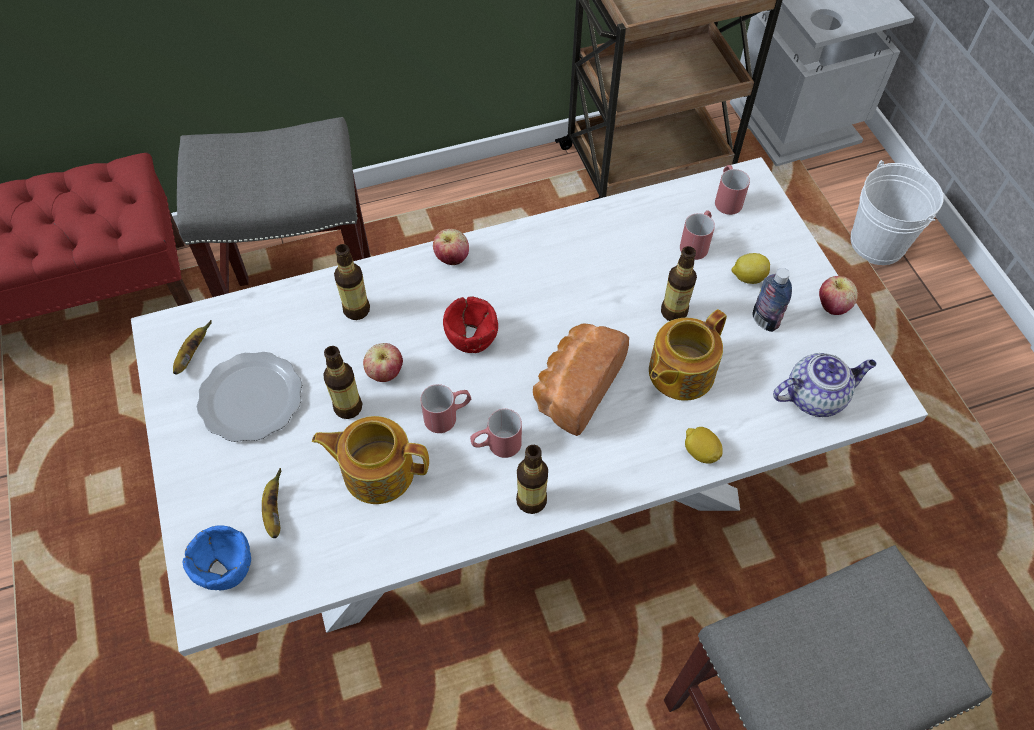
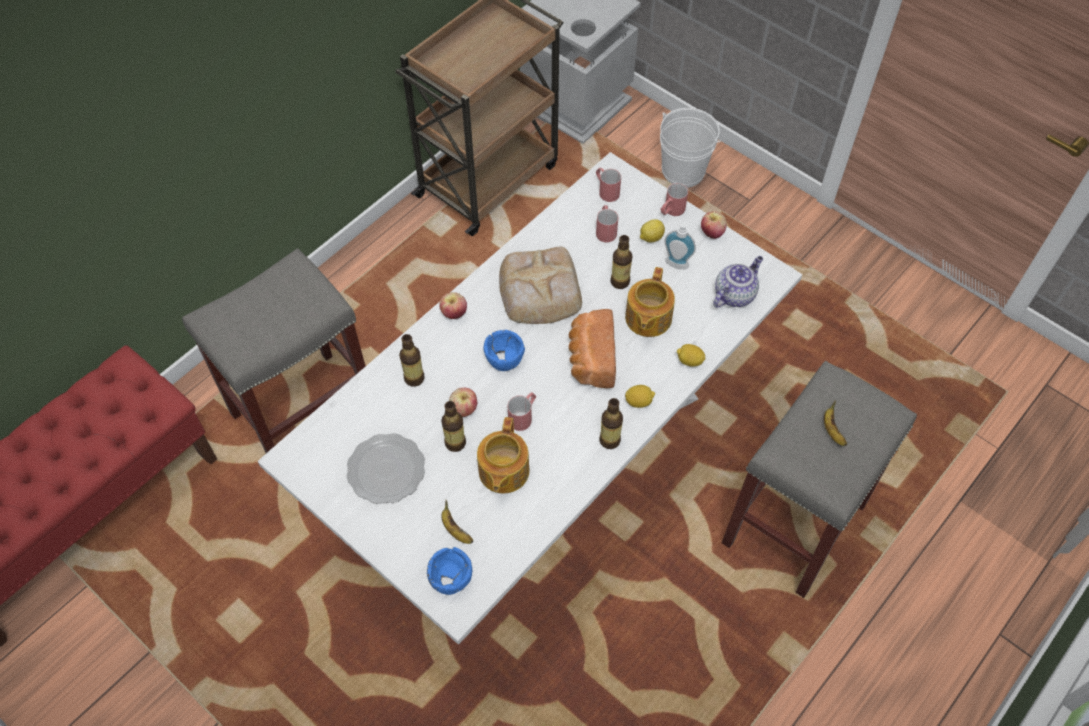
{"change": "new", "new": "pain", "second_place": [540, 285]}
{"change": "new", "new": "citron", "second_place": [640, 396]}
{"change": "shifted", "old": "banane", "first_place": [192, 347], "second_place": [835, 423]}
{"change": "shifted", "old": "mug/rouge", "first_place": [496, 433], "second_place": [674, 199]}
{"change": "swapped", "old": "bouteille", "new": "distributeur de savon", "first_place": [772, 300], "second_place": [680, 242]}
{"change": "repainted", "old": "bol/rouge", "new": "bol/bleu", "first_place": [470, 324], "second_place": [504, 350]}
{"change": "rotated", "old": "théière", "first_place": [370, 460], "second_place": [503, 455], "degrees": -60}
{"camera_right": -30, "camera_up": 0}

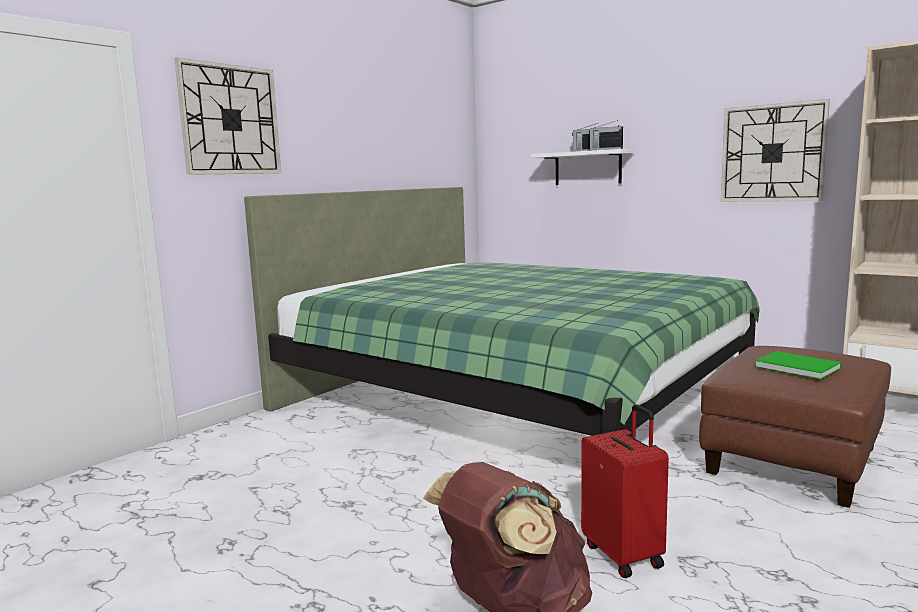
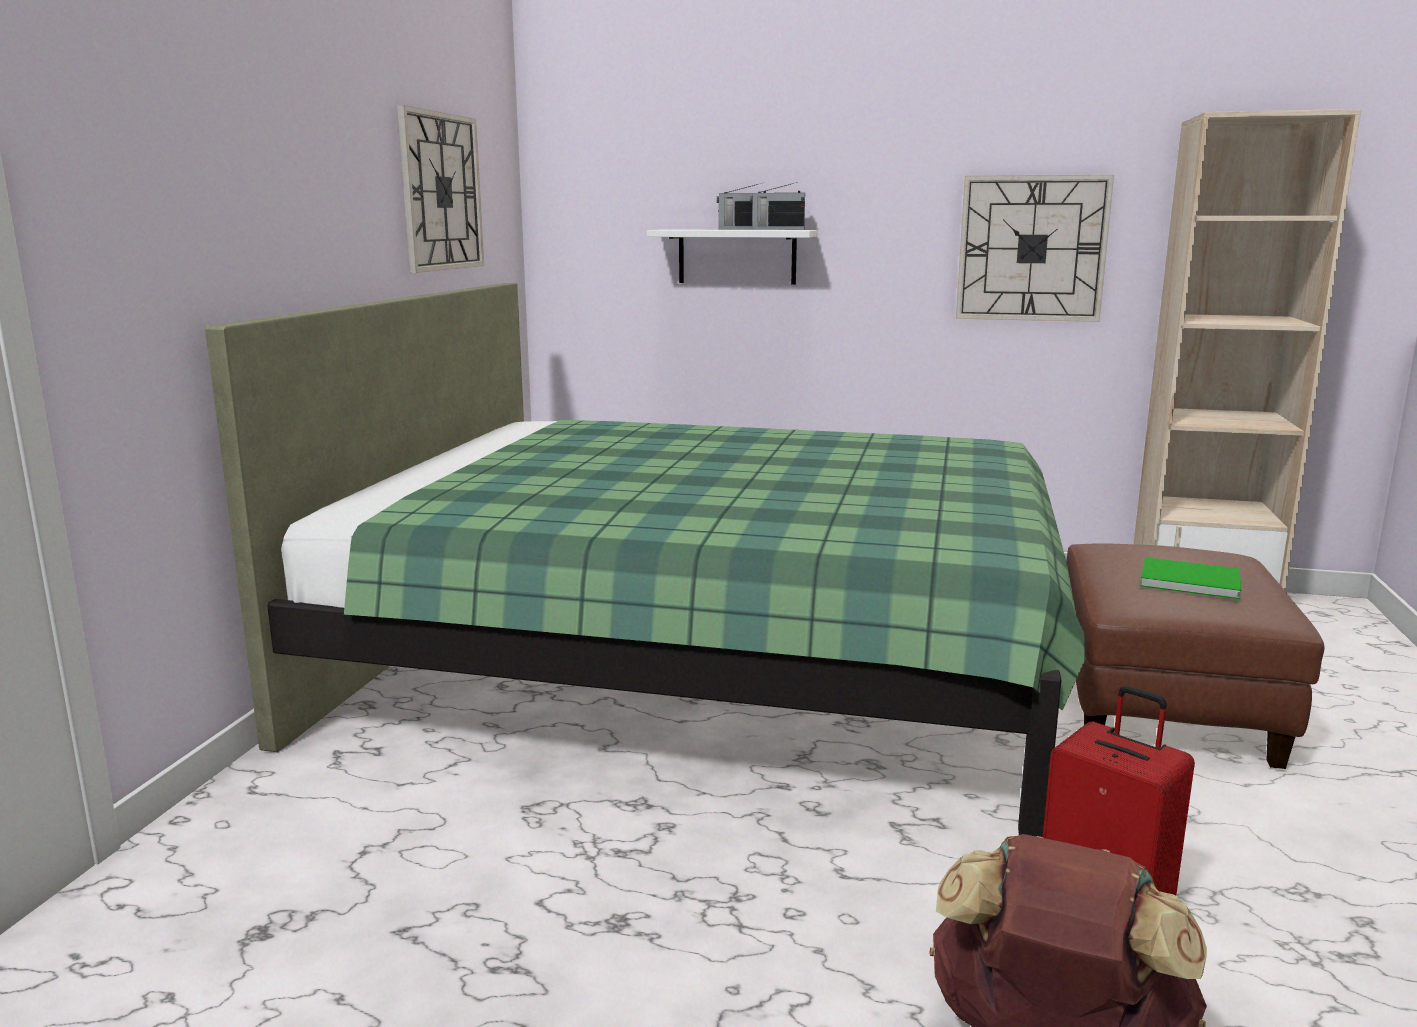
{"change": "shifted", "old": "horloge murale", "first_place": [227, 116], "second_place": [440, 189]}
{"camera_right": -25, "camera_up": 5}

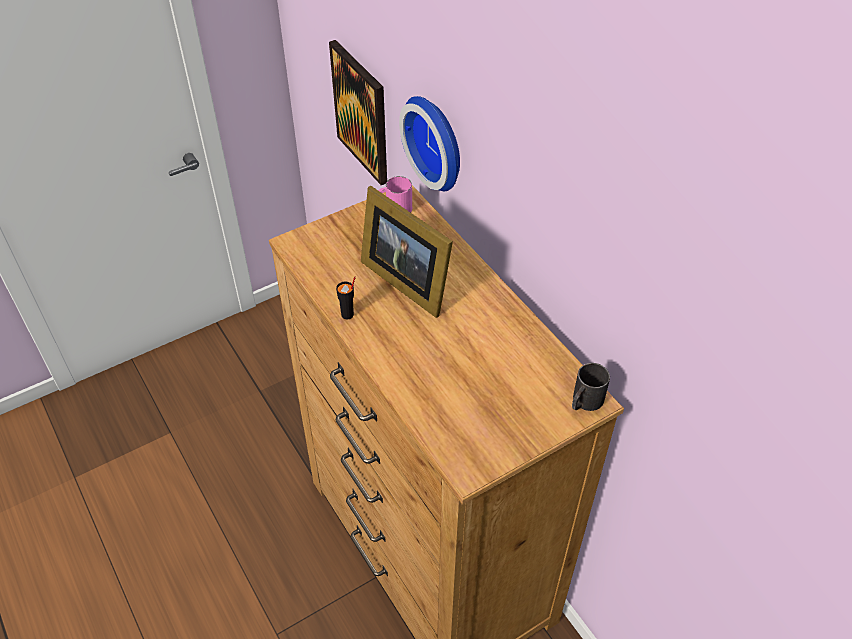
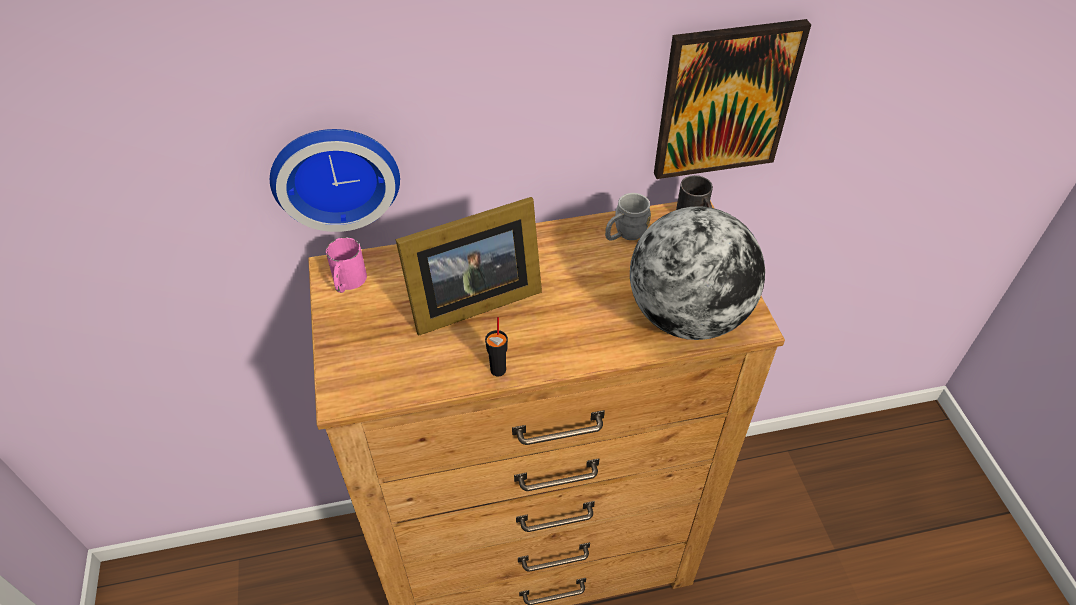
{"change": "new", "new": "mug/gris", "second_place": [628, 217]}
{"change": "new", "new": "globe", "second_place": [697, 273]}
{"change": "shifted", "old": "tableau", "first_place": [358, 112], "second_place": [732, 99]}
{"camera_right": -70, "camera_up": 0}

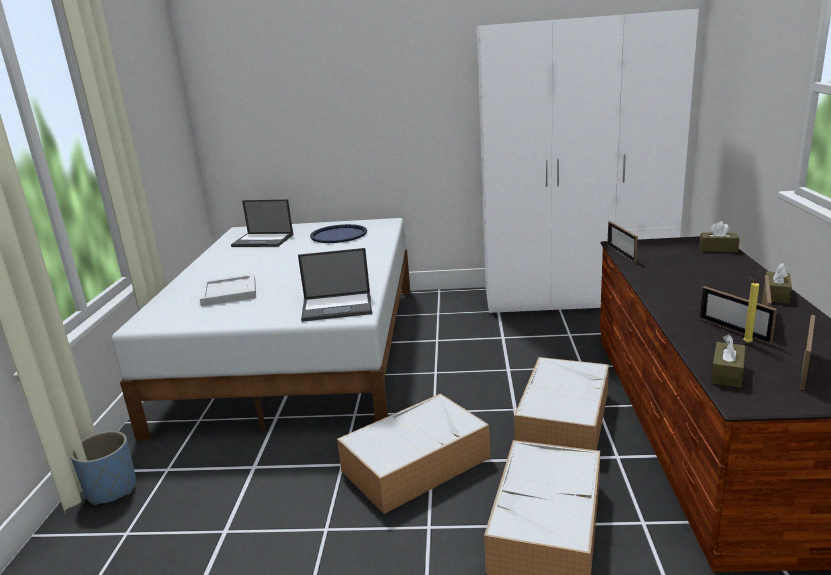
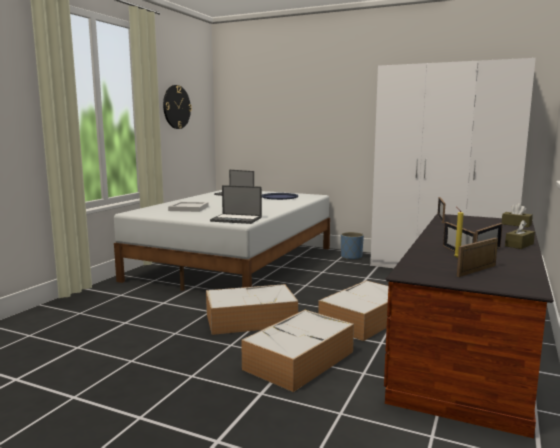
{"change": "gone", "old": "boîte à mouchoirs/marron", "first_place": [728, 361]}
{"change": "new", "new": "horloge murale", "second_place": [177, 107]}
{"change": "shifted", "old": "cache-pot/bleu", "first_place": [103, 468], "second_place": [352, 246]}
{"camera_right": 20, "camera_up": -10}

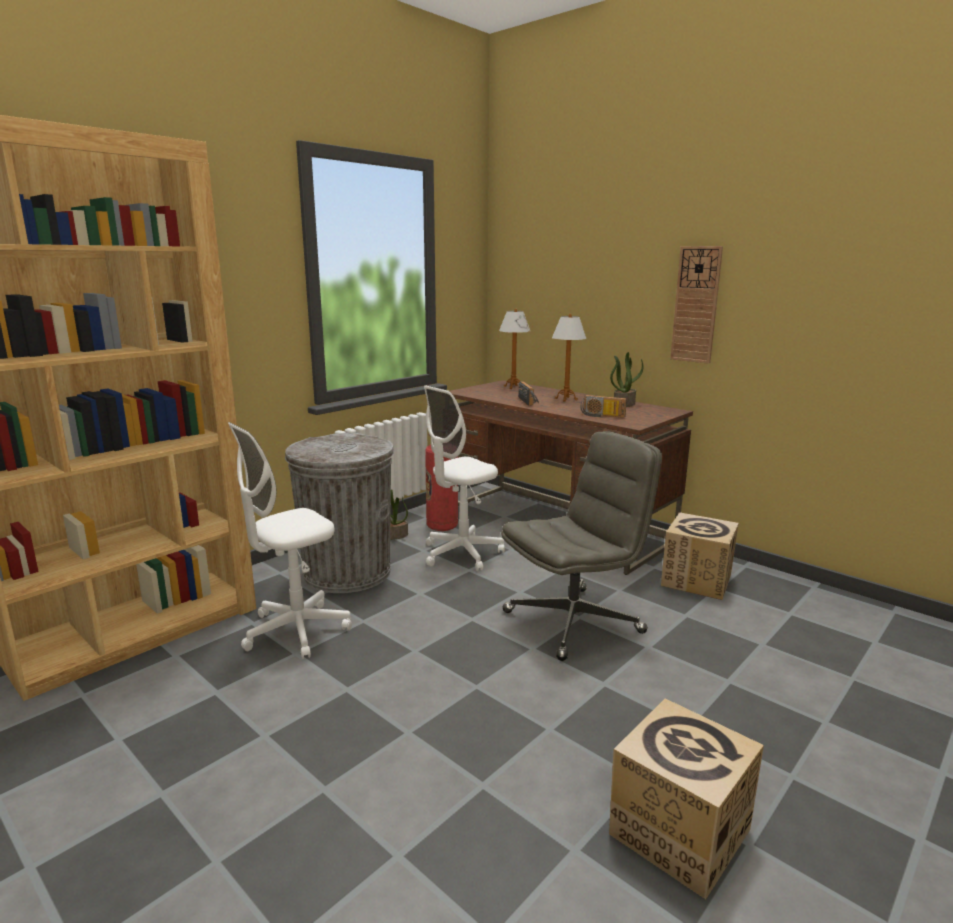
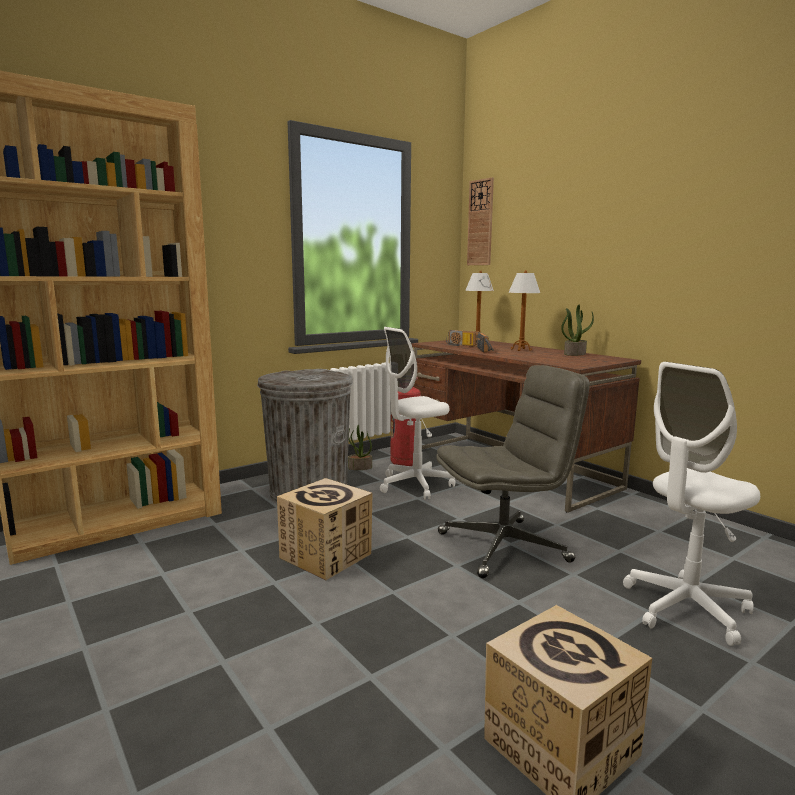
{"change": "shifted", "old": "chaise de bureau/blanc", "first_place": [290, 540], "second_place": [691, 504]}
{"change": "shifted", "old": "radio", "first_place": [603, 406], "second_place": [463, 338]}
{"change": "shifted", "old": "carton", "first_place": [700, 556], "second_place": [324, 529]}
{"change": "shifted", "old": "horloge murale", "first_place": [696, 305], "second_place": [480, 221]}
{"camera_right": 10, "camera_up": -5}

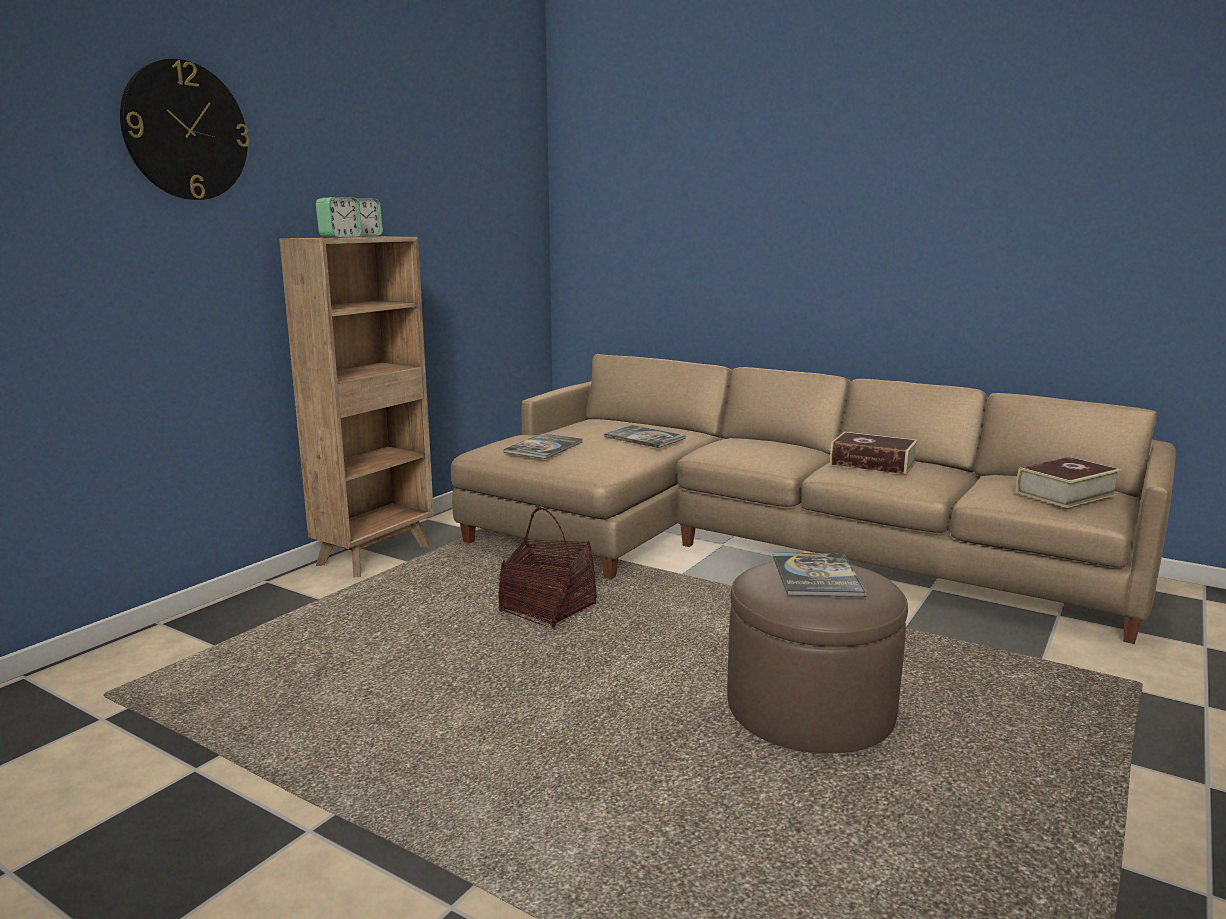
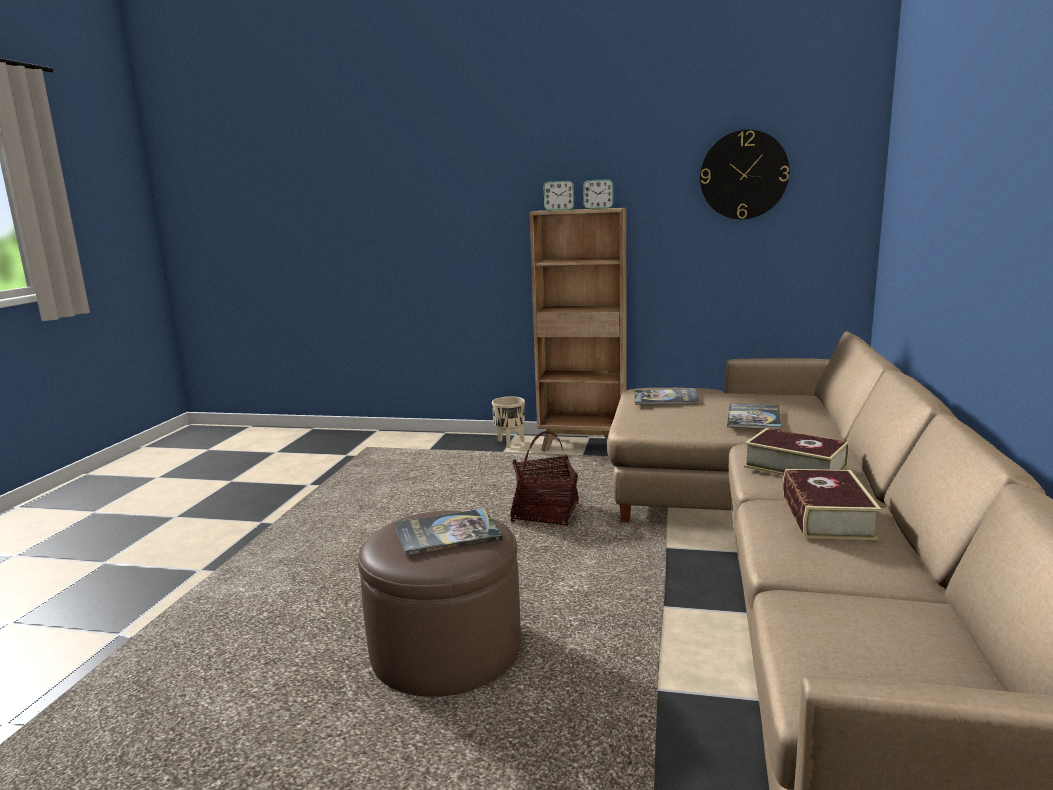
{"change": "new", "new": "cache-pot/beige", "second_place": [508, 422]}
{"change": "shifted", "old": "horloge murale", "first_place": [184, 129], "second_place": [745, 174]}
{"change": "shifted", "old": "livre", "first_place": [1069, 482], "second_place": [796, 452]}
{"camera_right": 70, "camera_up": 0}

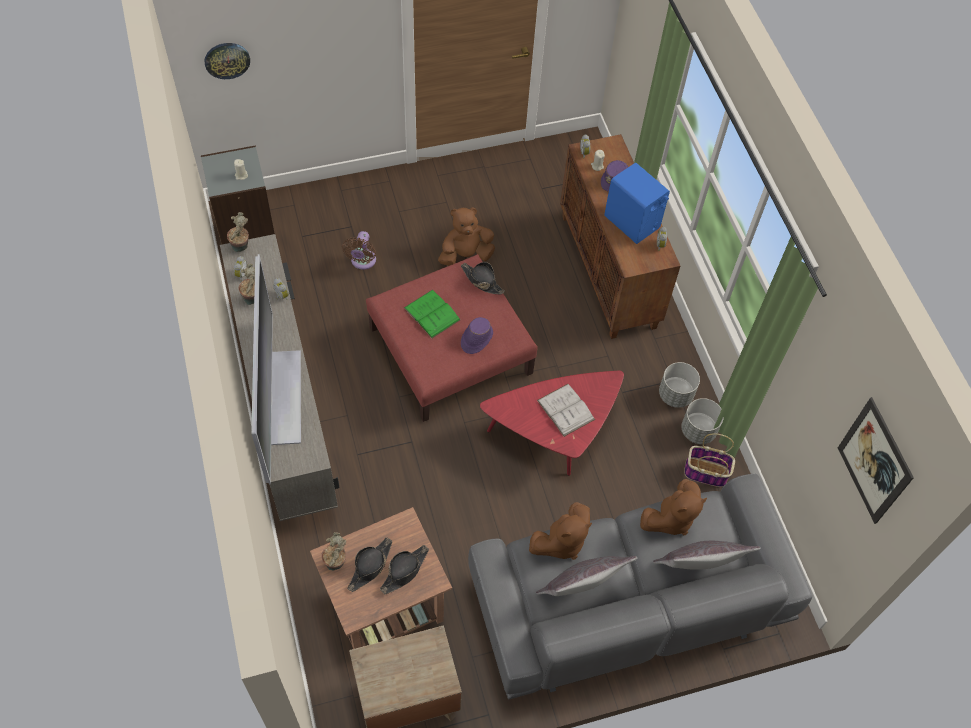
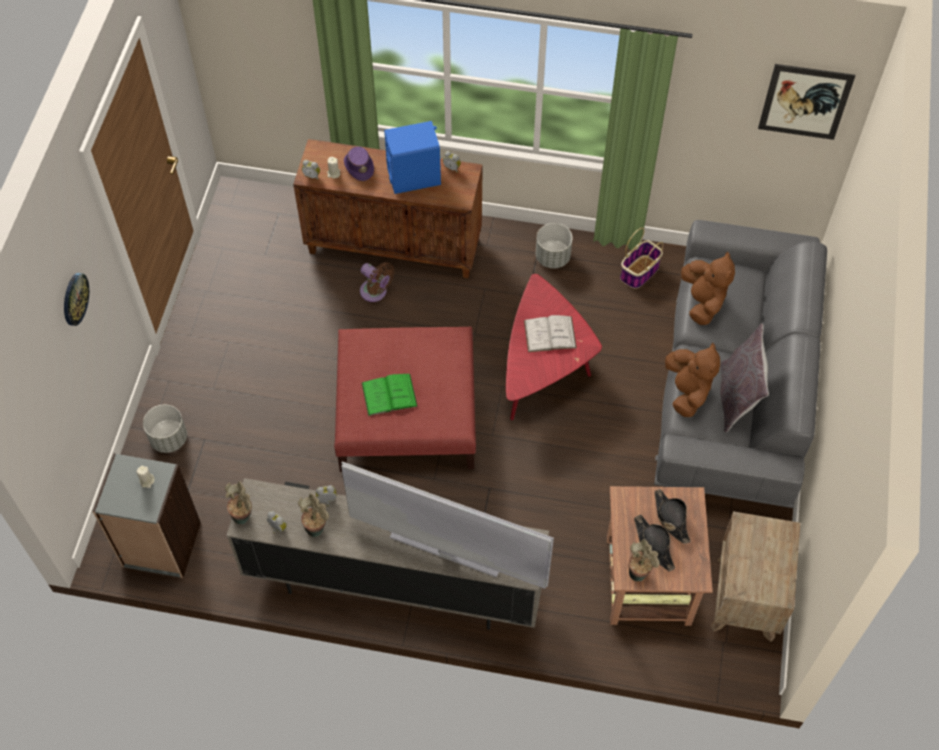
{"change": "gone", "old": "peluche/marron", "first_place": [466, 236]}
{"change": "gone", "old": "chapeau/noir", "first_place": [483, 278]}
{"change": "gone", "old": "chapeau/violet", "first_place": [477, 335]}
{"change": "gone", "old": "coussin/gris", "first_place": [707, 555]}
{"change": "shifted", "old": "horloge murale", "first_place": [227, 61], "second_place": [76, 299]}
{"change": "shifted", "old": "ventilateur/marron", "first_place": [359, 250], "second_place": [377, 282]}
{"change": "shifted", "old": "cache-pot/gris", "first_place": [702, 421], "second_place": [165, 429]}
{"camera_right": -60, "camera_up": 0}

